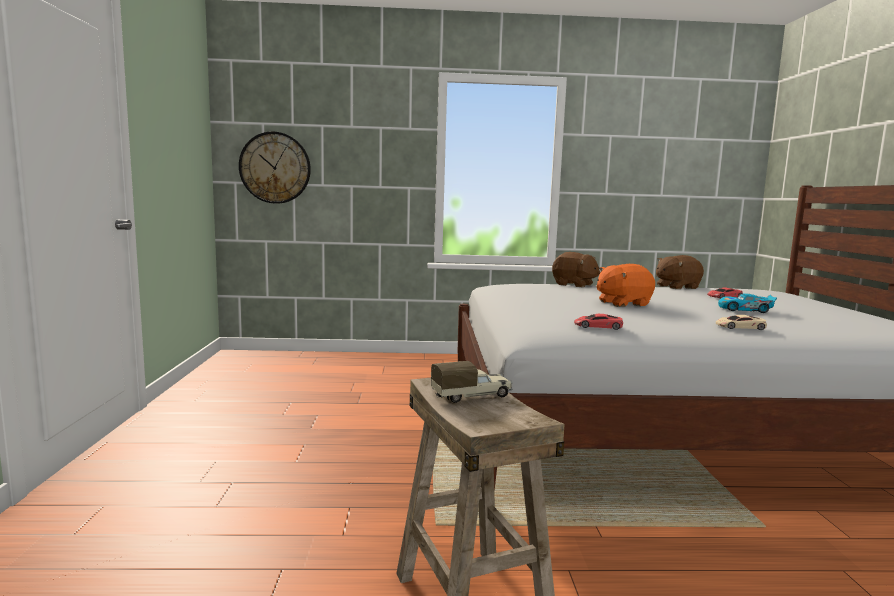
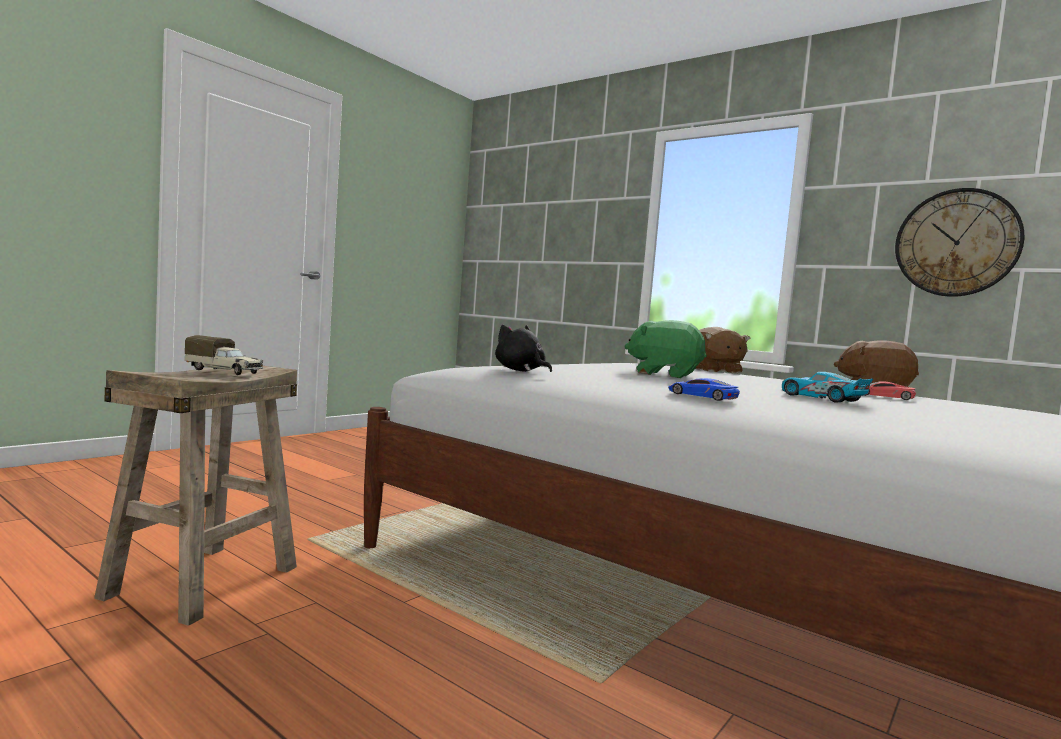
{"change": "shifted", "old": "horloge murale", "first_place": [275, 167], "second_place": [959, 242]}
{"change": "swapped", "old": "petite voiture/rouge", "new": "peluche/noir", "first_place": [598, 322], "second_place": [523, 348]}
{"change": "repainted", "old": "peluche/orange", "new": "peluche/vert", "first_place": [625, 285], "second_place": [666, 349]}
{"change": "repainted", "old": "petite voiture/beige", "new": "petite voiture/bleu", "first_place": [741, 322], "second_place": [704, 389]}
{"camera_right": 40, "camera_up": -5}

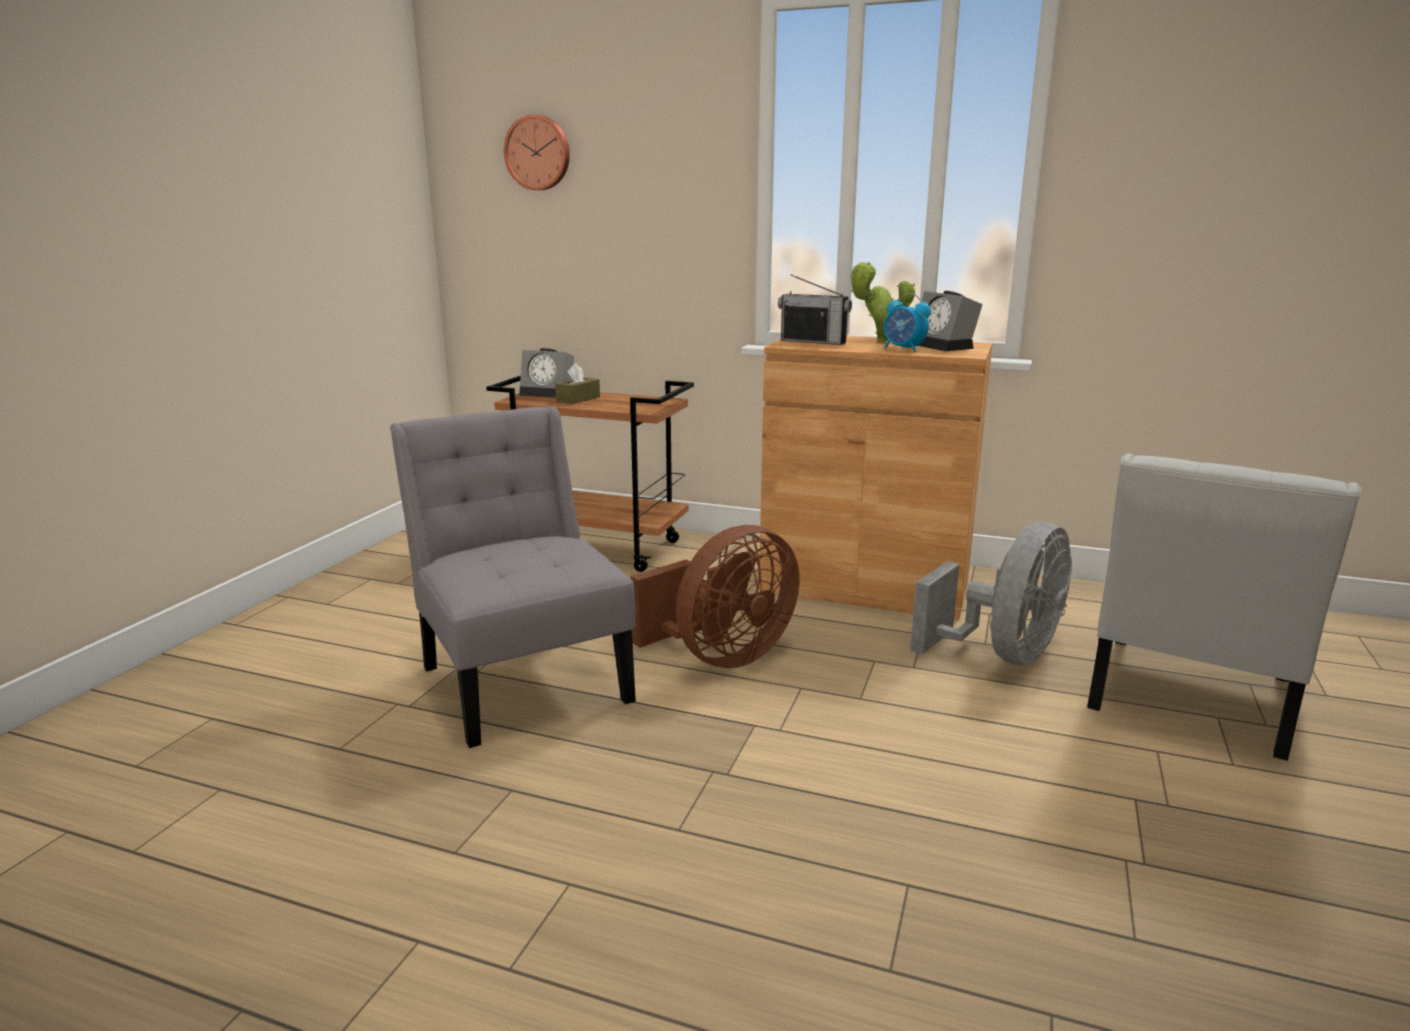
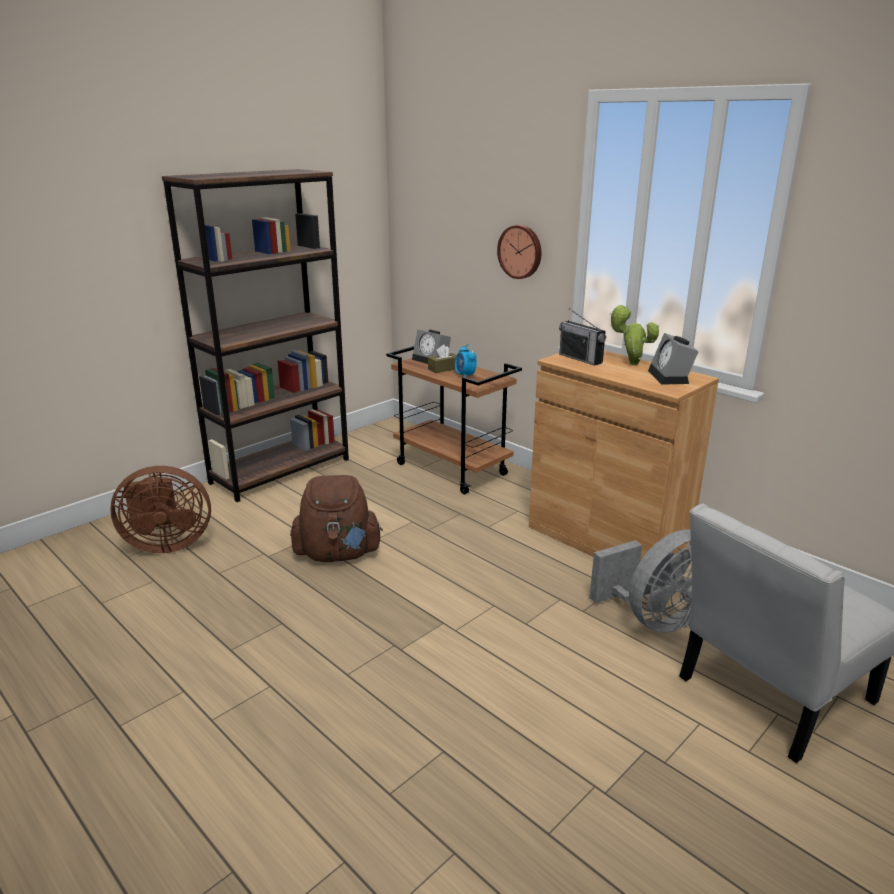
{"change": "new", "new": "bibliothèque/marron", "second_place": [255, 335]}
{"change": "shifted", "old": "horloge murale", "first_place": [537, 152], "second_place": [519, 252]}
{"change": "shifted", "old": "ventilateur/marron", "first_place": [714, 596], "second_place": [160, 509]}
{"change": "shifted", "old": "réveil", "first_place": [907, 322], "second_place": [466, 360]}
{"change": "swapped", "old": "chaise/gris", "new": "sac à dos/marron", "first_place": [513, 577], "second_place": [336, 518]}
{"camera_right": 25, "camera_up": 5}

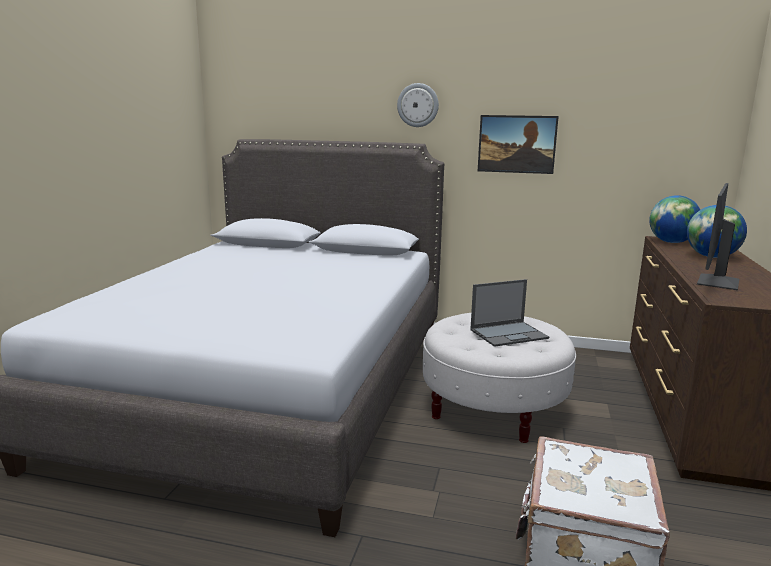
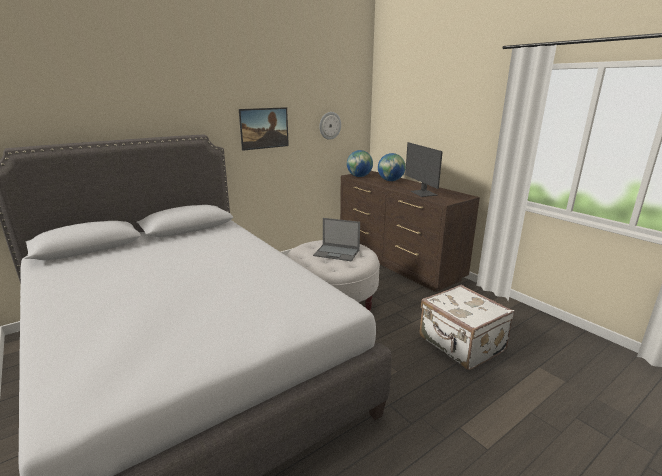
{"change": "shifted", "old": "horloge murale", "first_place": [418, 105], "second_place": [330, 126]}
{"change": "rotated", "old": "ordinateur portable", "first_place": [509, 313], "second_place": [336, 239], "degrees": 90}
{"camera_right": -50, "camera_up": 5}

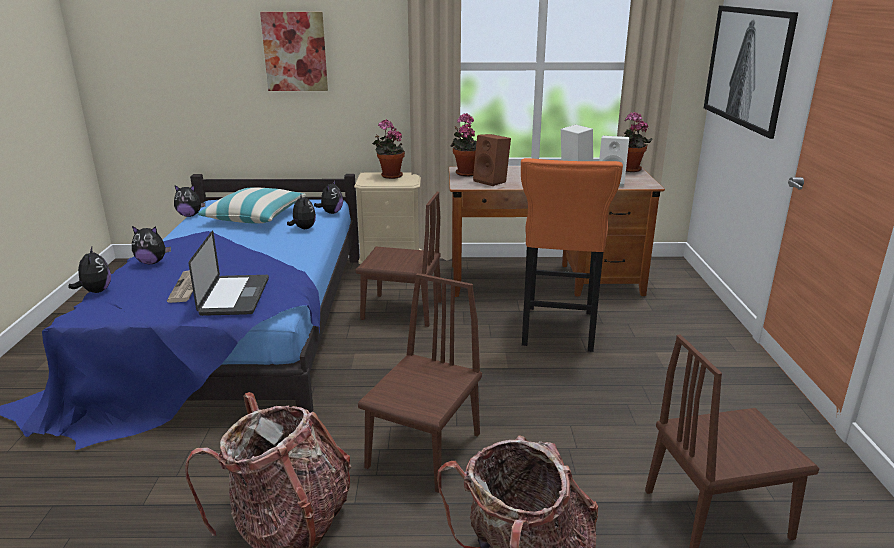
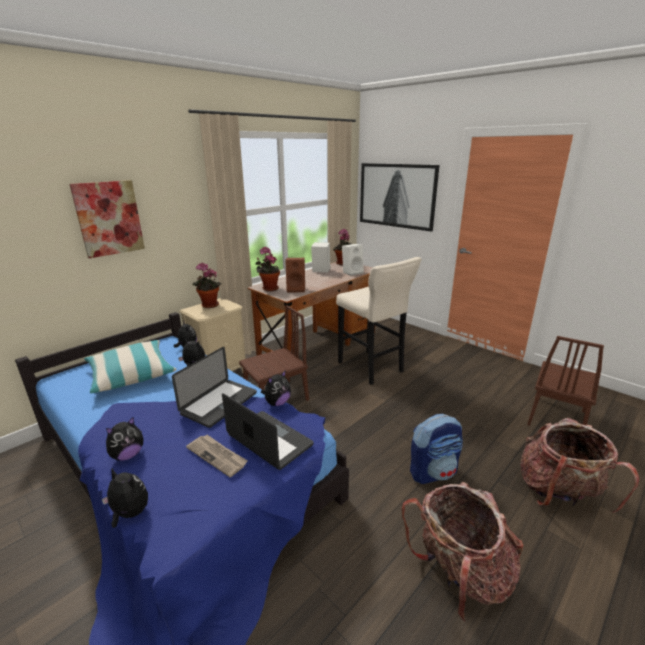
{"change": "new", "new": "ordinateur portable", "second_place": [214, 387]}
{"change": "shifted", "old": "peluche", "first_place": [189, 201], "second_place": [276, 388]}
{"change": "swapped", "old": "chaise/marron", "new": "sac à dos", "first_place": [420, 383], "second_place": [436, 449]}
{"change": "repainted", "old": "tabouret/orange", "new": "tabouret/beige", "first_place": [572, 255], "second_place": [379, 321]}
{"camera_right": -45, "camera_up": 0}

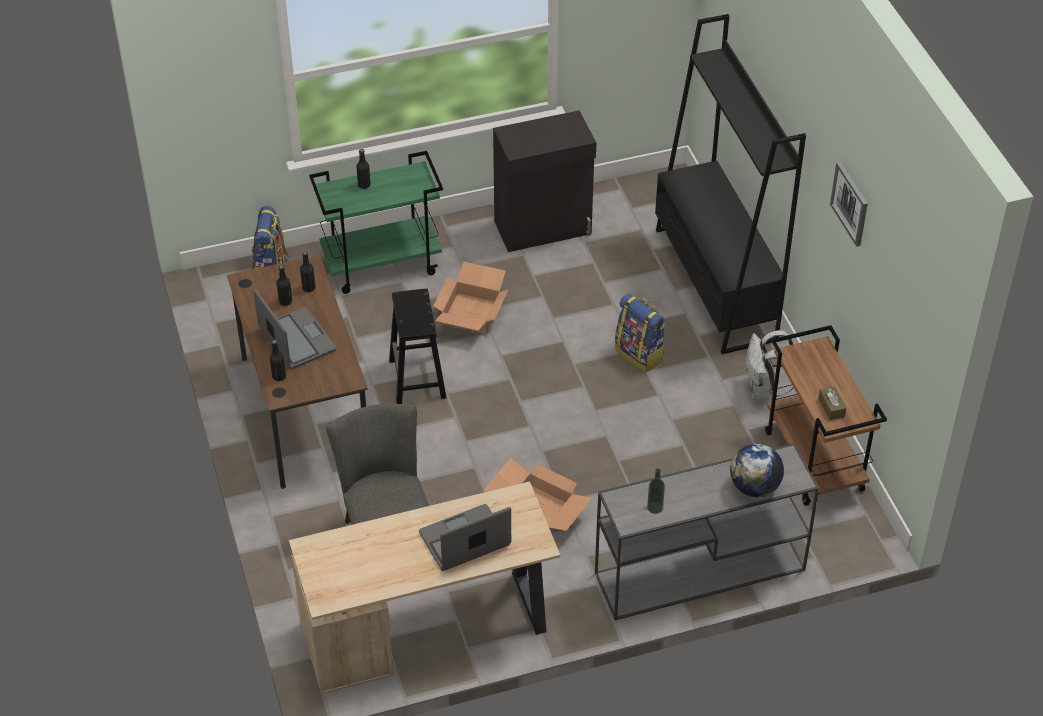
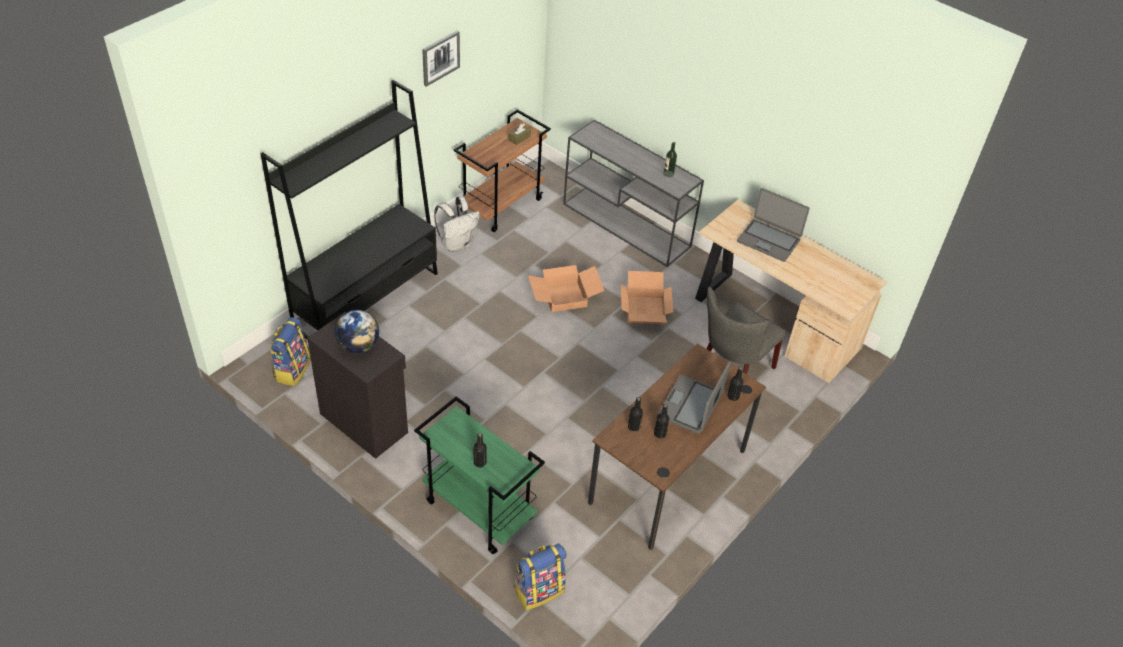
{"change": "gone", "old": "tabouret/noir", "first_place": [417, 346]}
{"change": "shifted", "old": "carton", "first_place": [471, 297], "second_place": [566, 288]}
{"change": "shifted", "old": "sac à dos", "first_place": [640, 332], "second_place": [290, 351]}
{"change": "shifted", "old": "globe", "first_place": [757, 470], "second_place": [357, 331]}
{"camera_right": -125, "camera_up": 0}

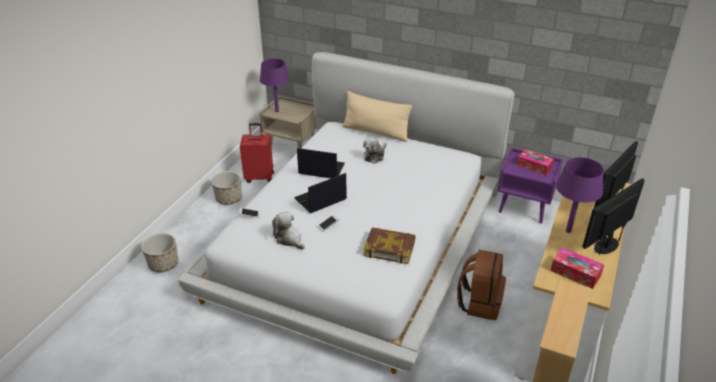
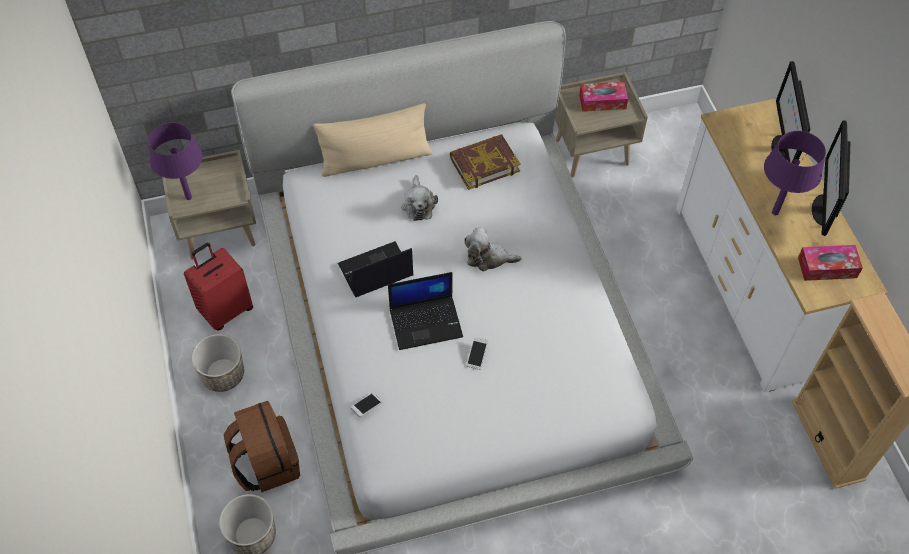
{"change": "shifted", "old": "peluche", "first_place": [288, 231], "second_place": [493, 249]}
{"change": "shifted", "old": "livre", "first_place": [389, 245], "second_place": [485, 162]}
{"change": "shifted", "old": "sac à dos/marron", "first_place": [481, 285], "second_place": [262, 447]}
{"change": "repainted", "old": "table de chevet/violet", "new": "table de chevet/beige", "first_place": [530, 185], "second_place": [601, 124]}
{"change": "rotated", "old": "ordinateur portable", "first_place": [320, 193], "second_place": [425, 311], "degrees": -120}
{"camera_right": -40, "camera_up": 20}

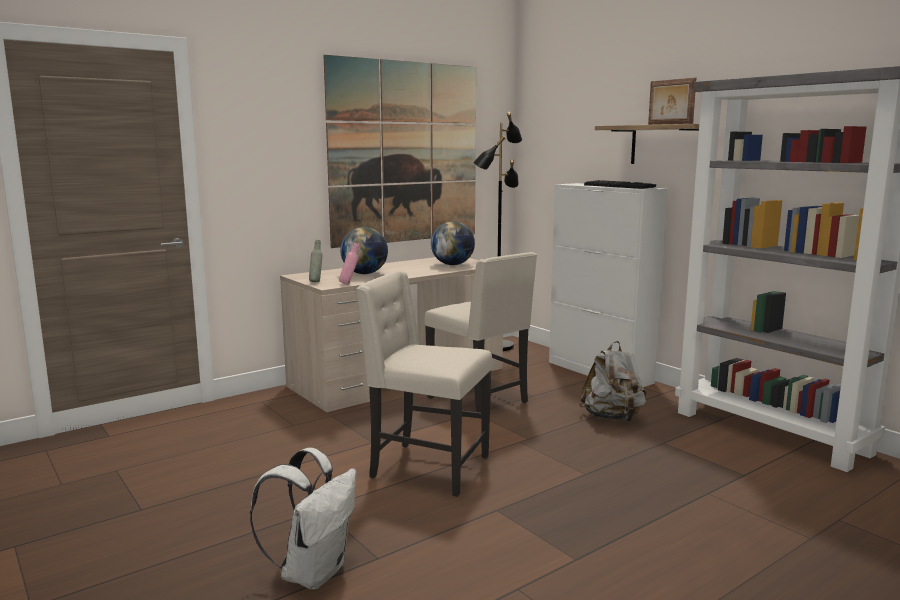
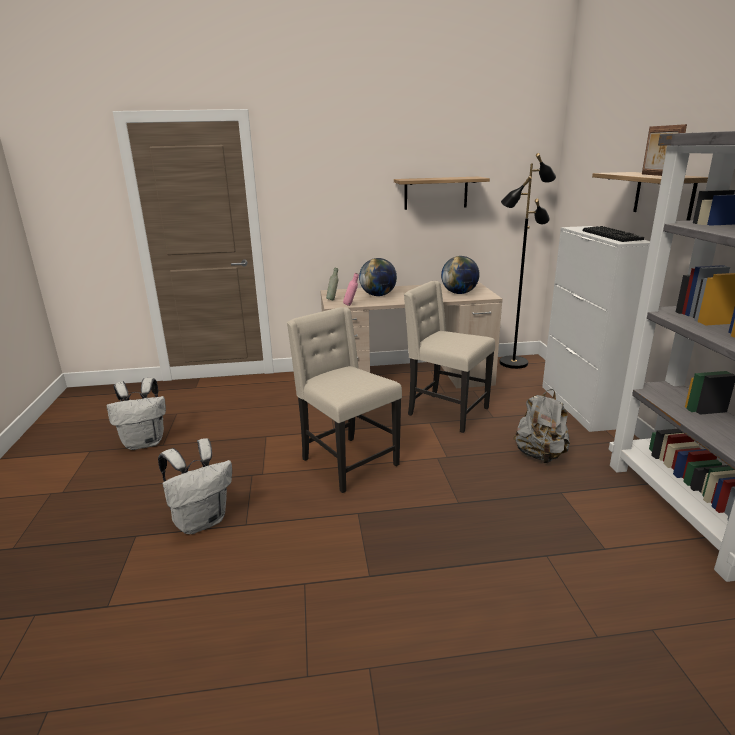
{"change": "new", "new": "sac à dos/blanc", "second_place": [136, 414]}
{"change": "swapped", "old": "tableau", "new": "étagère", "first_place": [399, 151], "second_place": [442, 193]}
{"change": "rotated", "old": "chaise/beige", "first_place": [480, 332], "second_place": [449, 357], "degrees": 135}
{"camera_right": 30, "camera_up": 10}

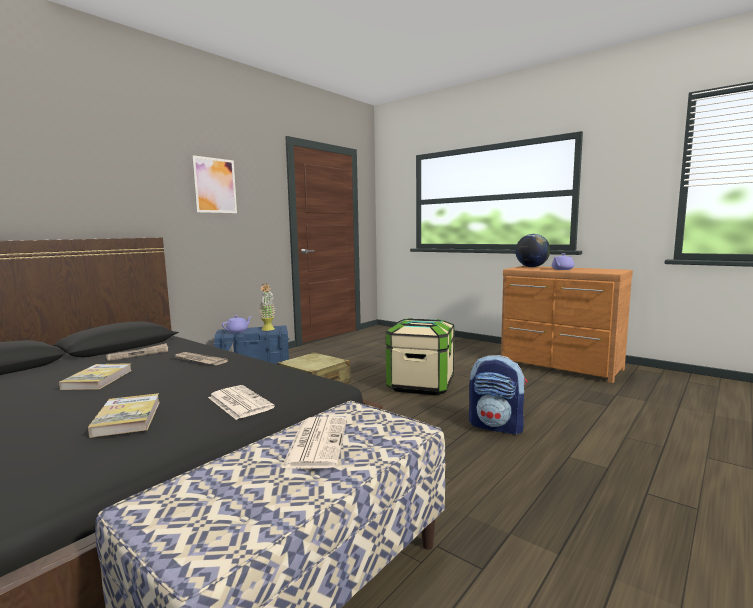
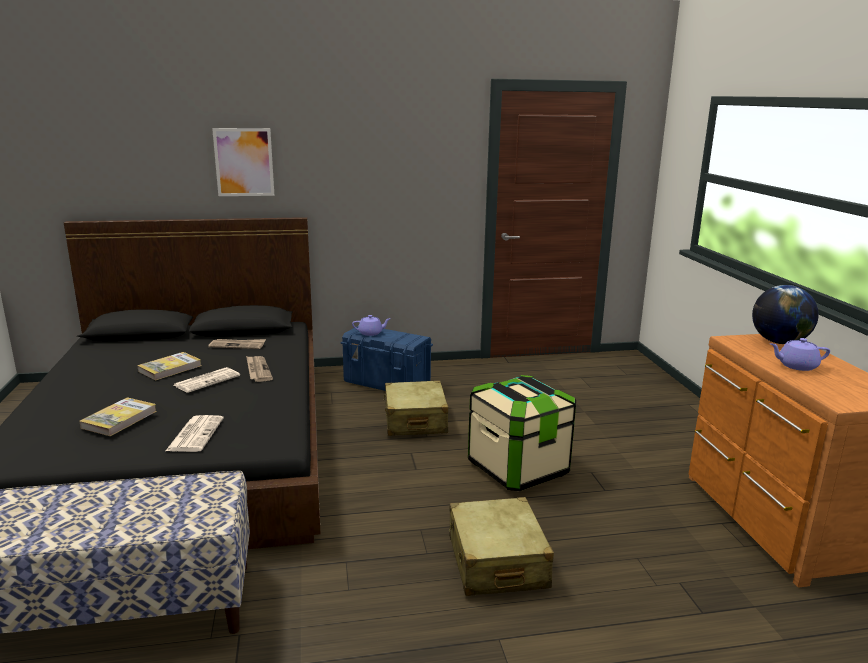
{"change": "gone", "old": "plante en pot", "first_place": [266, 307]}
{"change": "shifted", "old": "tableau", "first_place": [214, 184], "second_place": [243, 162]}
{"change": "shifted", "old": "journal", "first_place": [314, 442], "second_place": [207, 380]}
{"change": "swapped", "old": "sac à dos", "new": "valise/beige", "first_place": [498, 395], "second_place": [501, 546]}
{"camera_right": 40, "camera_up": 10}

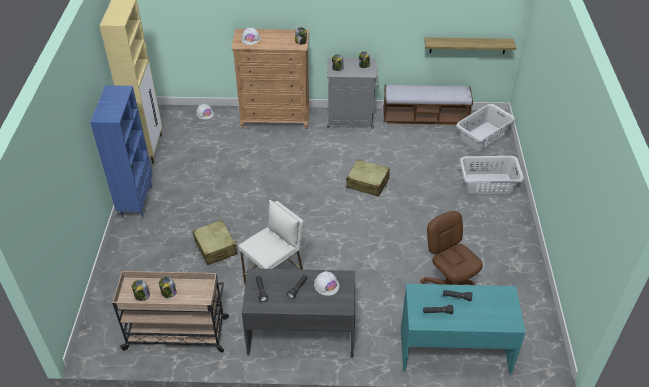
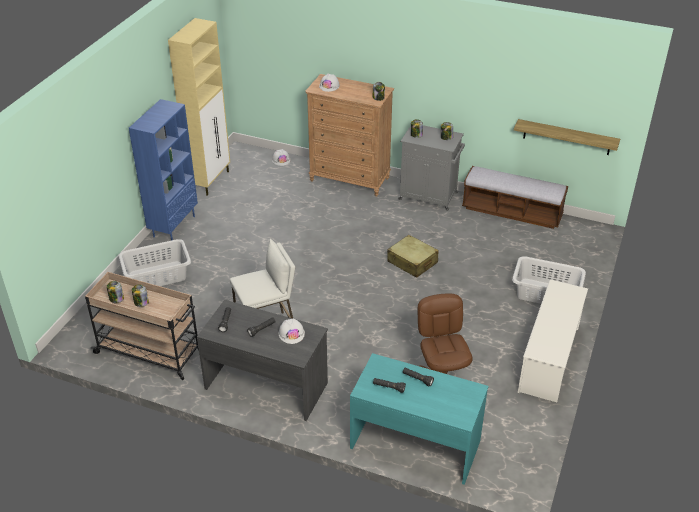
{"change": "gone", "old": "valise/beige", "first_place": [214, 242]}
{"change": "new", "new": "étagère à chaussures/blanc", "second_place": [553, 340]}
{"change": "shifted", "old": "panier à linge/gris", "first_place": [485, 127], "second_place": [154, 262]}
{"camera_right": 20, "camera_up": -5}

